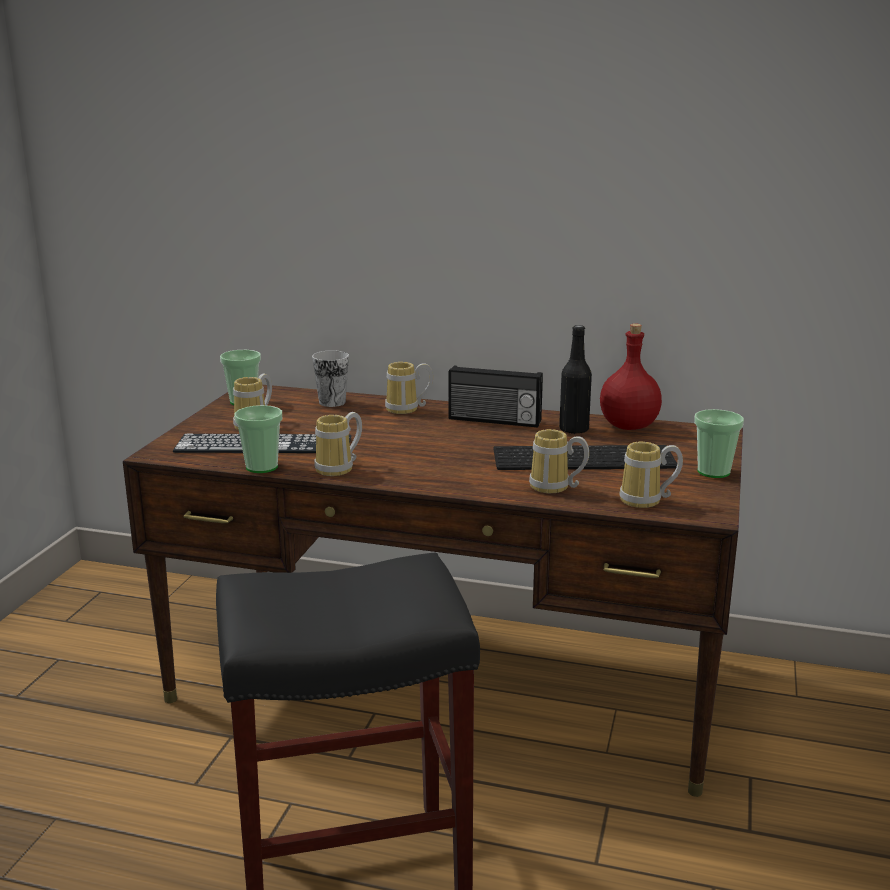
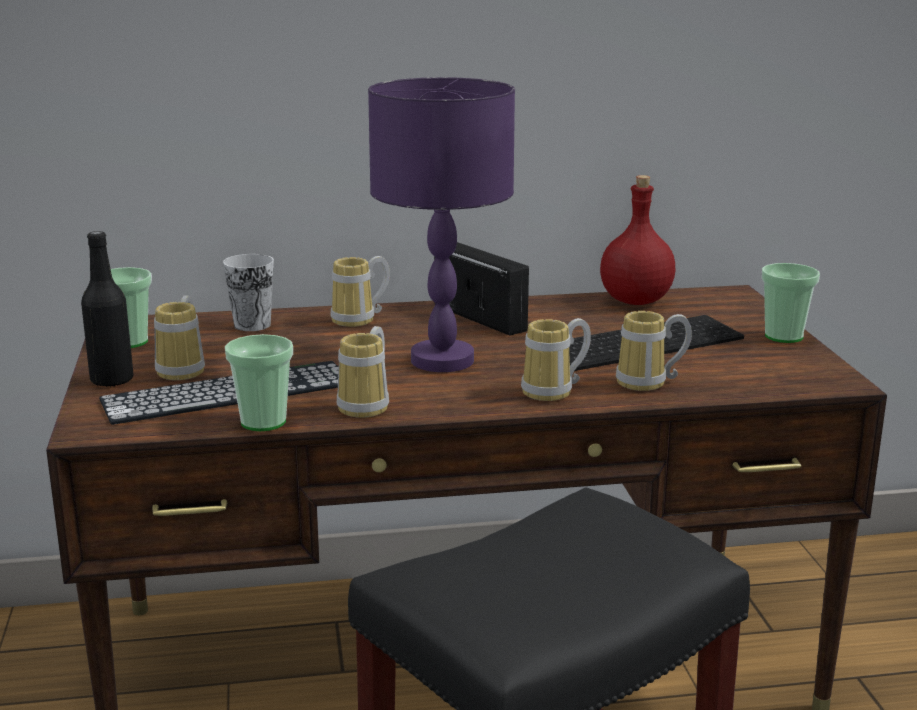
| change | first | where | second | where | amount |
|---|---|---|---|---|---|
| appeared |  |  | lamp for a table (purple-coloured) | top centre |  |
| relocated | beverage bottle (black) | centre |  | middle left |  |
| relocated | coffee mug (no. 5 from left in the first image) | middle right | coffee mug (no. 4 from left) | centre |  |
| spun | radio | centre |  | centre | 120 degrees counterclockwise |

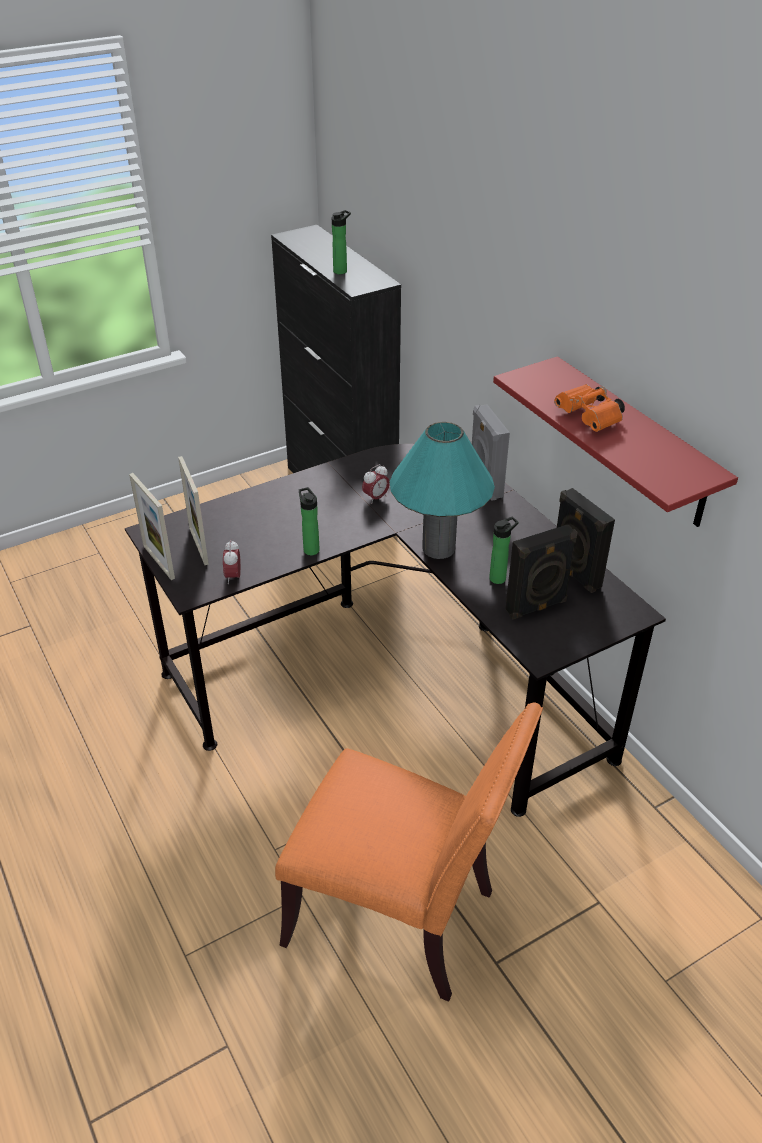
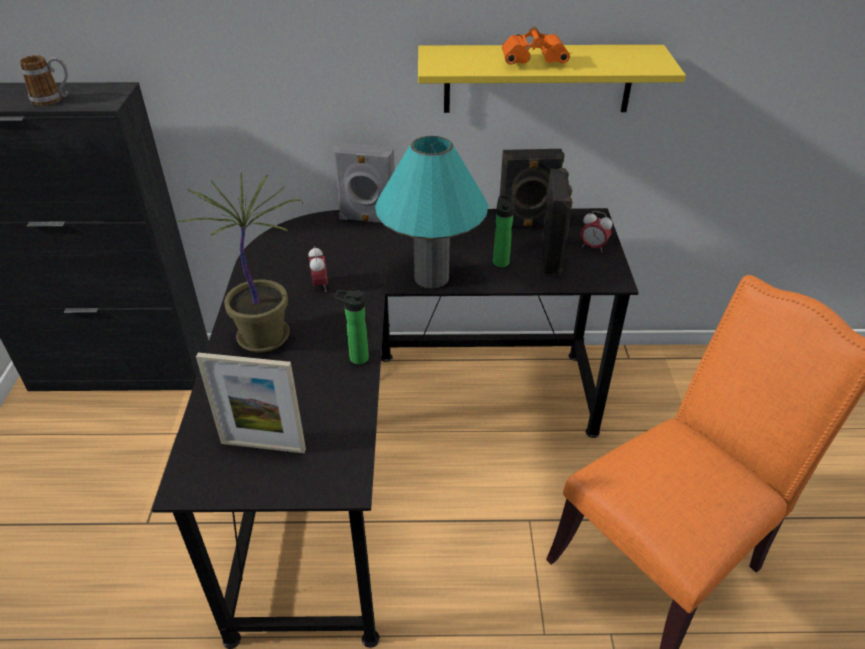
| change | first | where | second | where | amount |
|---|---|---|---|---|---|
| missing | photo frame (no. 1 from left) | middle left |  |  |  |
| appeared |  |  | potted plant | middle left |  |
| relocated | alarm clock (no. 1 from left in the first image) | middle left | alarm clock (no. 2 from left) | middle right |  |
| exchanged | beverage bottle (no. 2 from left) | top centre | coffee mug | top left |  |
| colour | wall shelf (red) | middle right | wall shelf (yellow) | top centre |  |

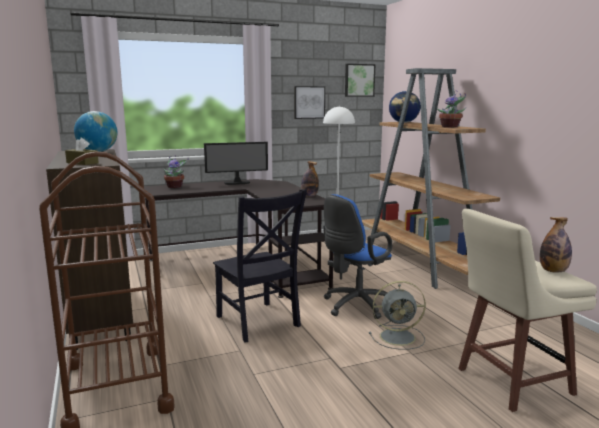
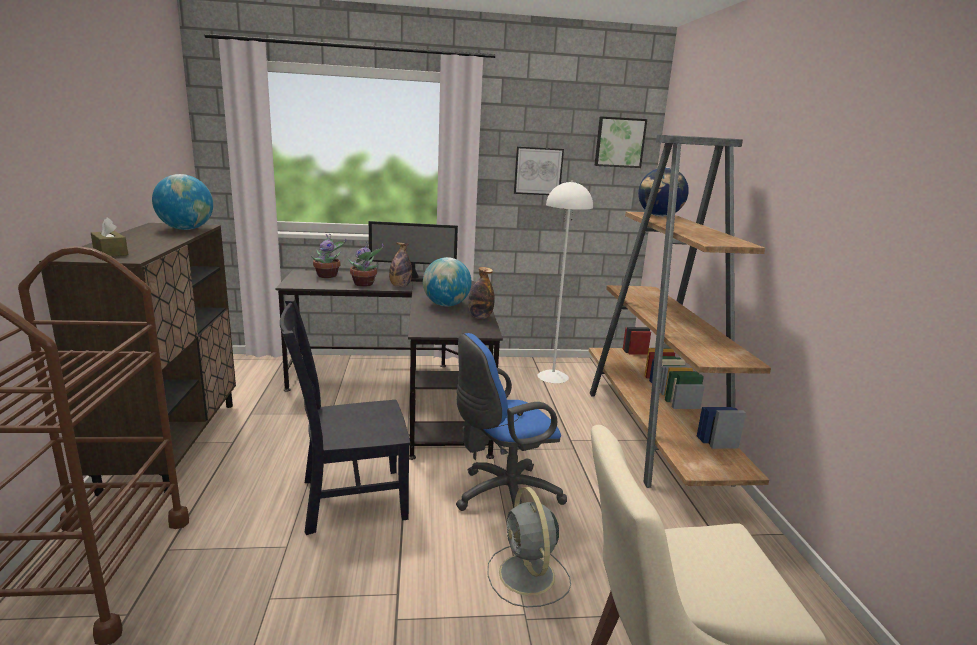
| change | first | where | second | where | amount |
|---|---|---|---|---|---|
| appeared |  |  | globe (no. 2 from left) | centre |  |
| relocated | potted plant (no. 2 from left) | top right |  | centre |  |
| relocated | beverage bottle (no. 2 from left in the first image) | middle right | beverage bottle (no. 1 from left) | centre |  |
| spun | upright chair (black) | centre |  | centre | 90 degrees clockwise |
| spun | cooling fan (greyish) | bottom centre |  | bottom centre | 60 degrees clockwise |

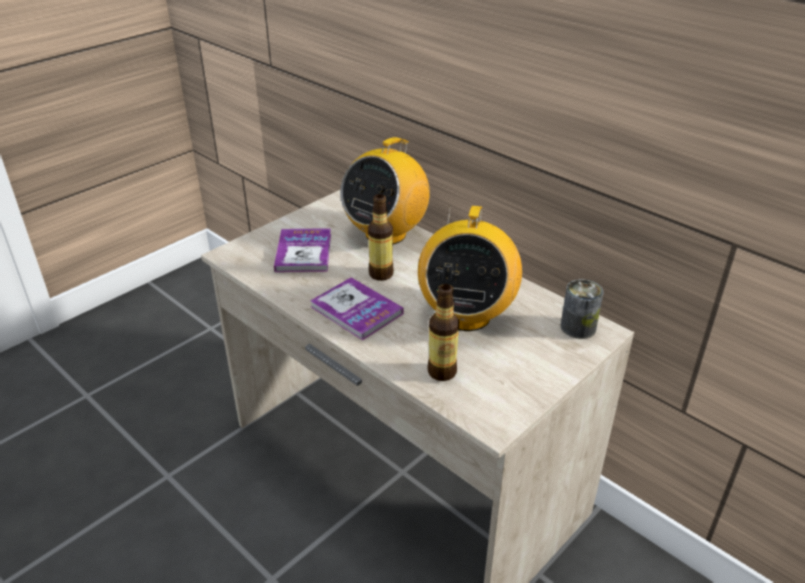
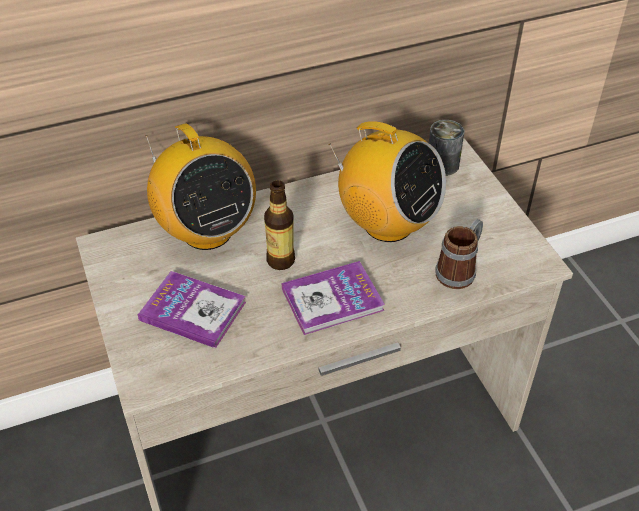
| change | first | where | second | where | amount |
|---|---|---|---|---|---|
| exchanged | beverage bottle (no. 2 from left) | centre | coffee mug | middle right |  |

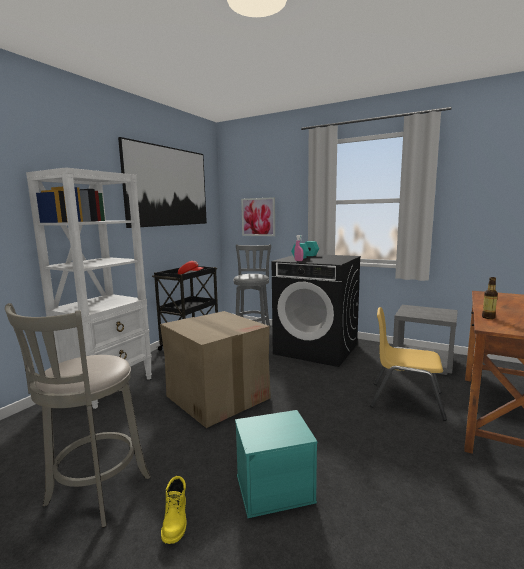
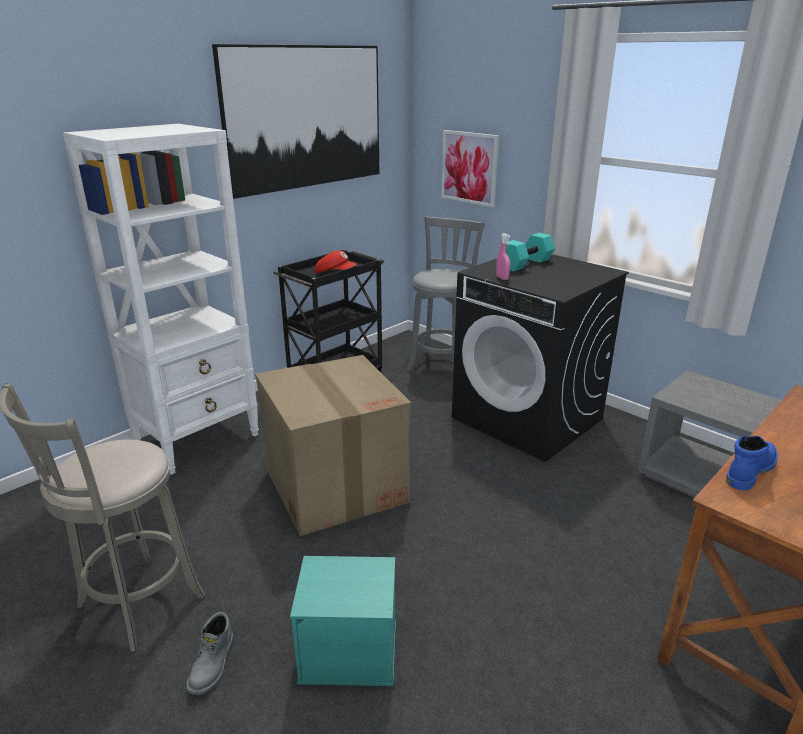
| change | first | where | second | where | amount |
|---|---|---|---|---|---|
| missing | upright chair (yellow) | middle right |  |  |  |
| exchanged | beverage bottle | middle right | boot (bluish) | middle right |  |
| colour | boot (yellow) | bottom left | boot (greyish) | bottom left |  |

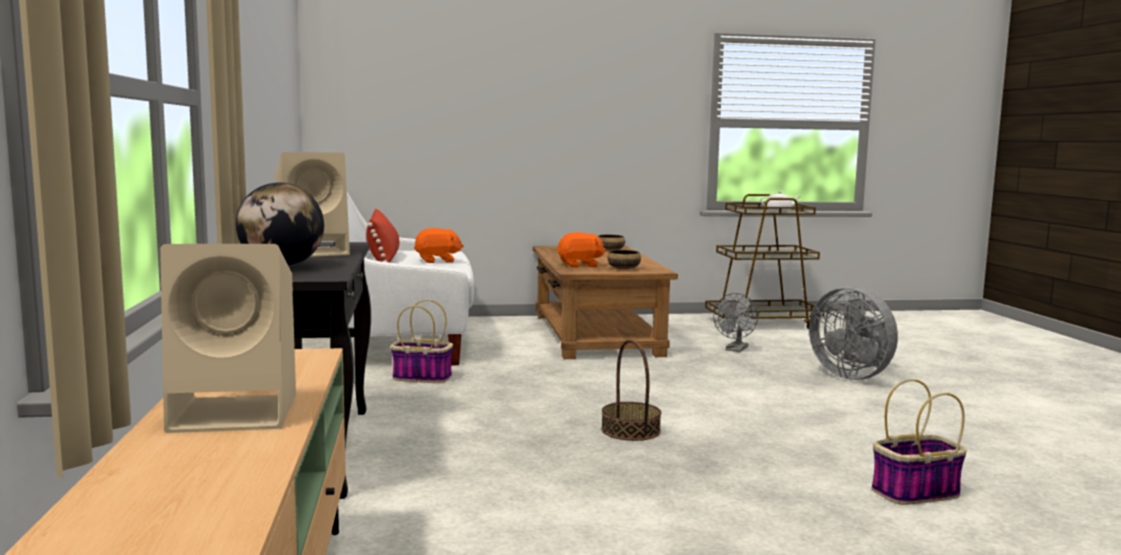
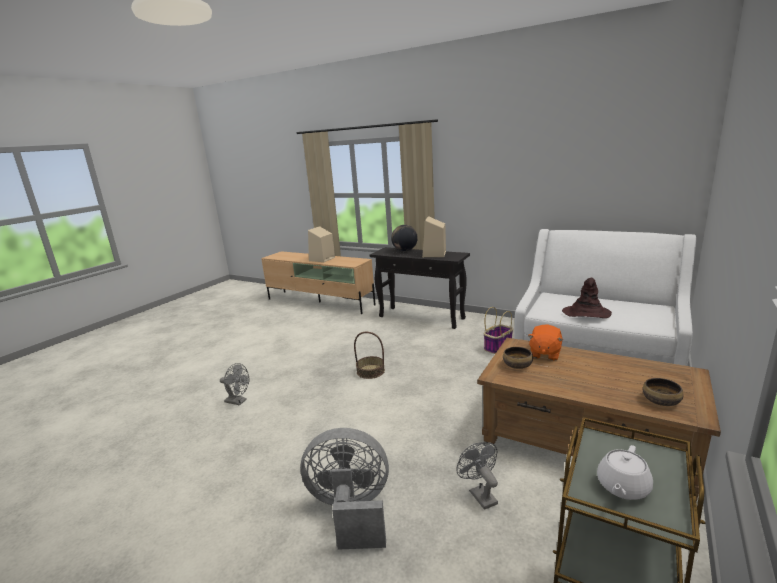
| change | first | where | second | where | amount |
|---|---|---|---|---|---|
| missing | cushion (red) | centre |  |  |  |
| exchanged | plush toy (orange-coloured) (no. 1 from left) | centre | hat (brownish) | middle right |  |
| exchanged | household basket (no. 3 from left) | bottom right | cooling fan (greyish) (no. 1 from left) | middle left |  |

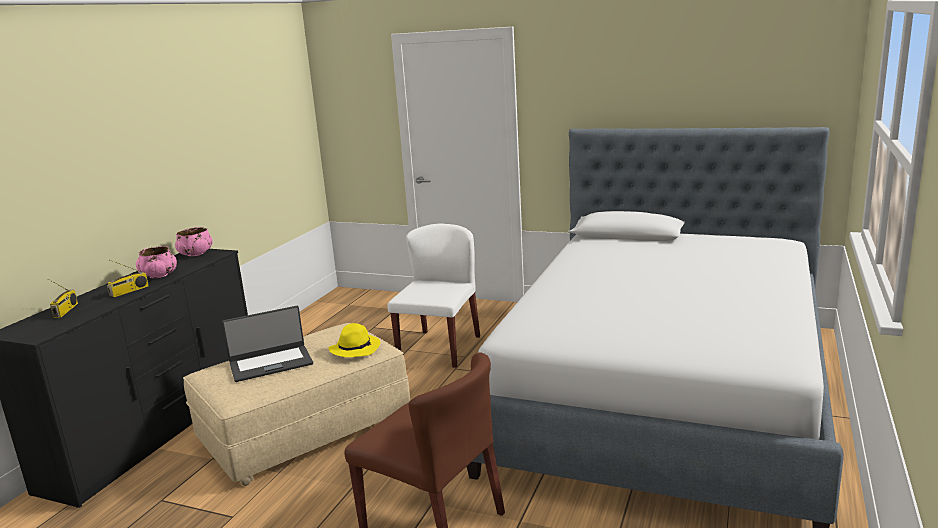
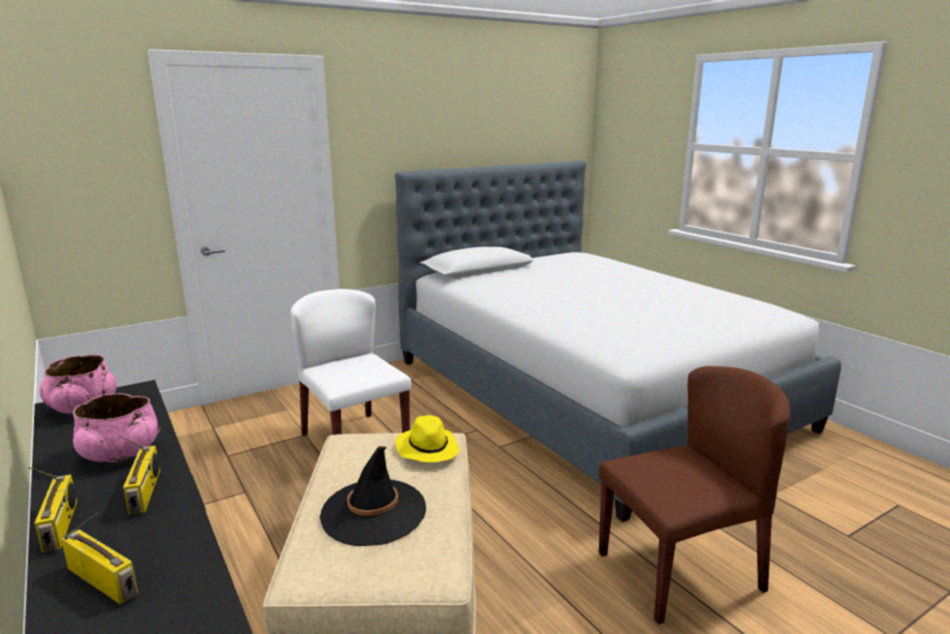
| change | first | where | second | where | amount |
|---|---|---|---|---|---|
| appeared |  |  | radio (no. 1 from left) | bottom left |  |
| exchanged | notebook computer | middle left | hat (black) | bottom centre |  |

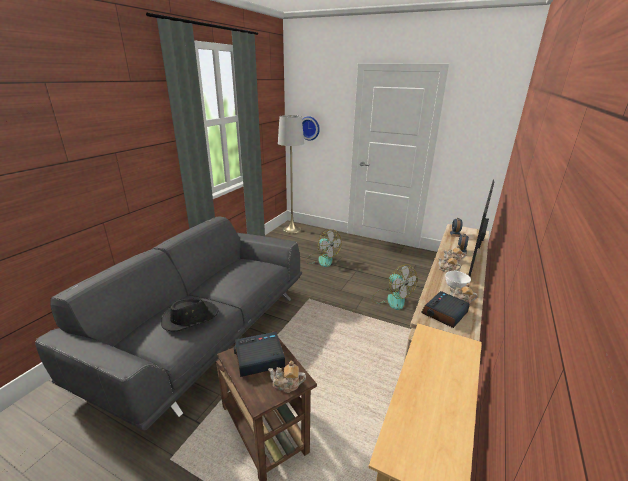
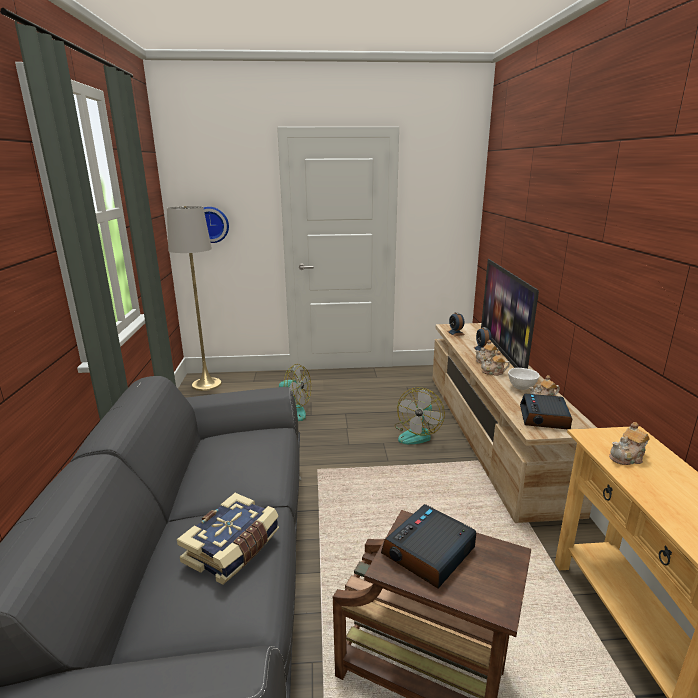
| change | first | where | second | where | amount |
|---|---|---|---|---|---|
| relocated | tea pot (no. 1 from left in the first image) | bottom centre | tea pot (no. 4 from left) | middle right |  |
| exchanged | hat (black) | middle left | volume | bottom left |  |
| spun | cooling fan (no. 2 from left) | centre |  | centre | 90 degrees clockwise |

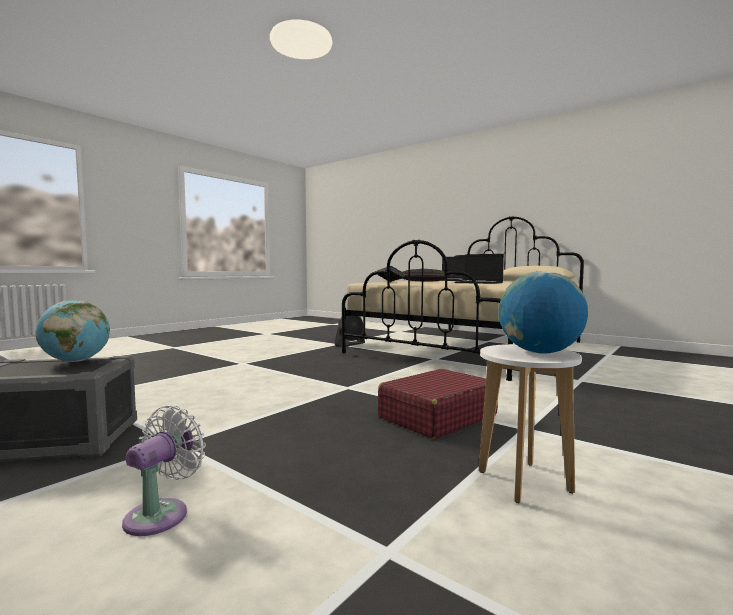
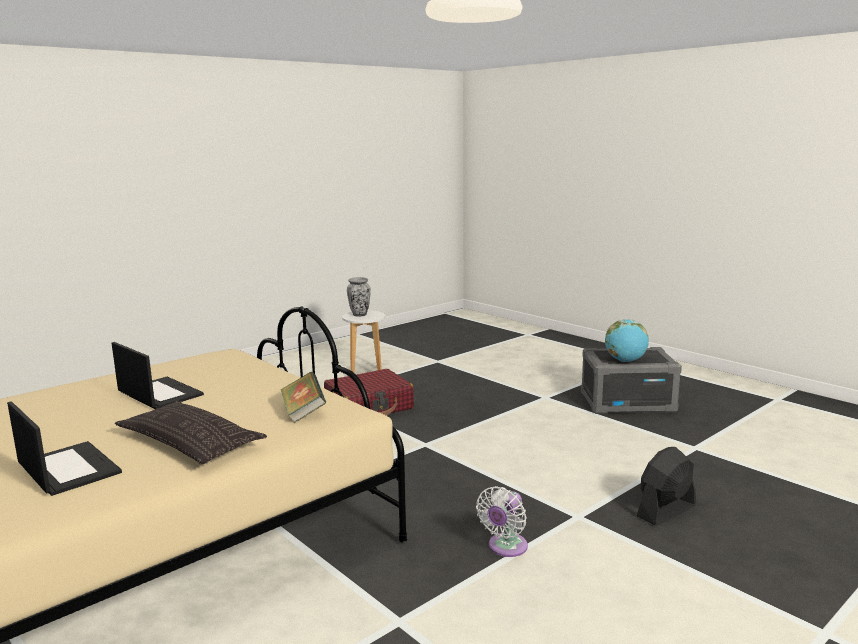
| change | first | where | second | where | amount |
|---|---|---|---|---|---|
| relocated | cooling fan (white-coloured) | bottom left |  | bottom centre |  |
| relocated | cooling fan (black) | centre |  | bottom right |  |
| exchanged | globe (no. 2 from left) | middle right | decorative vase | centre |  |

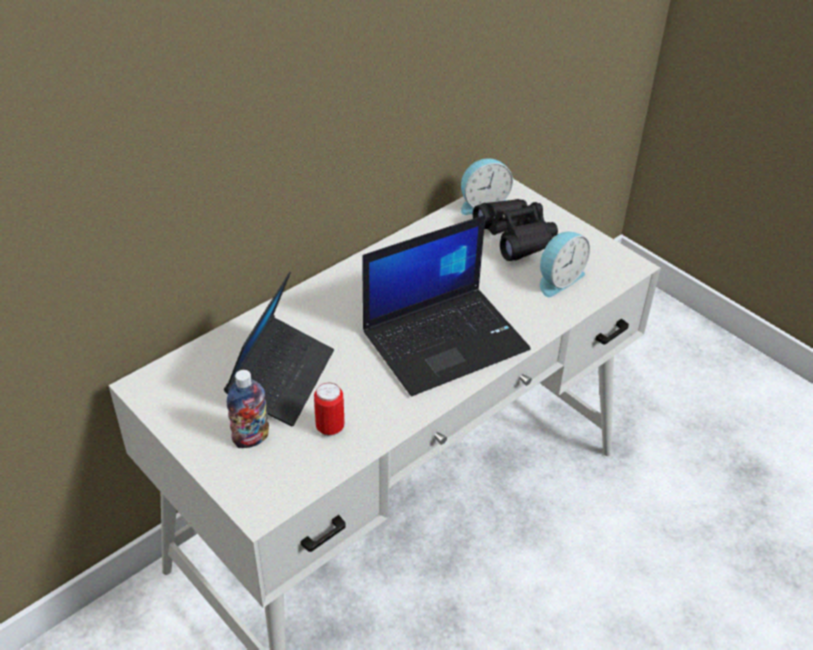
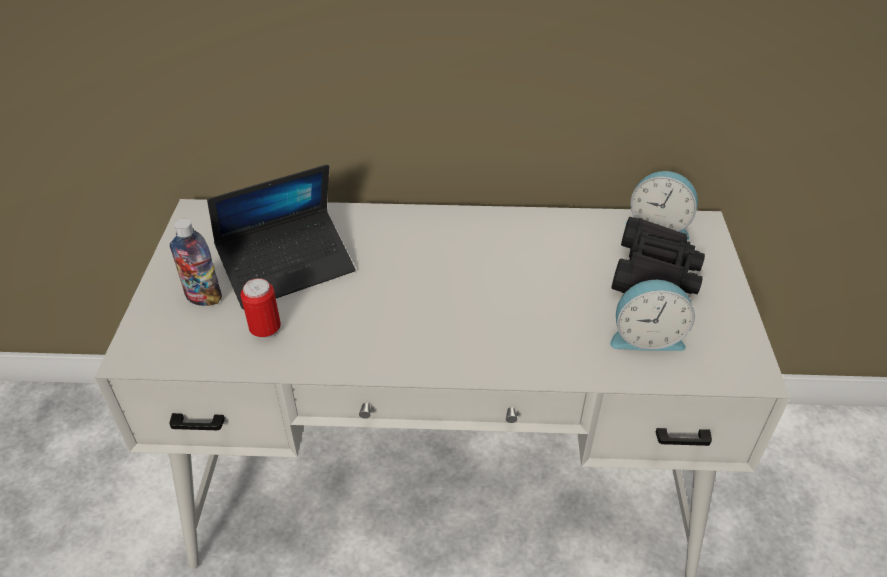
| change | first | where | second | where | amount |
|---|---|---|---|---|---|
| missing | notebook computer (no. 2 from left) | centre |  |  |  |

